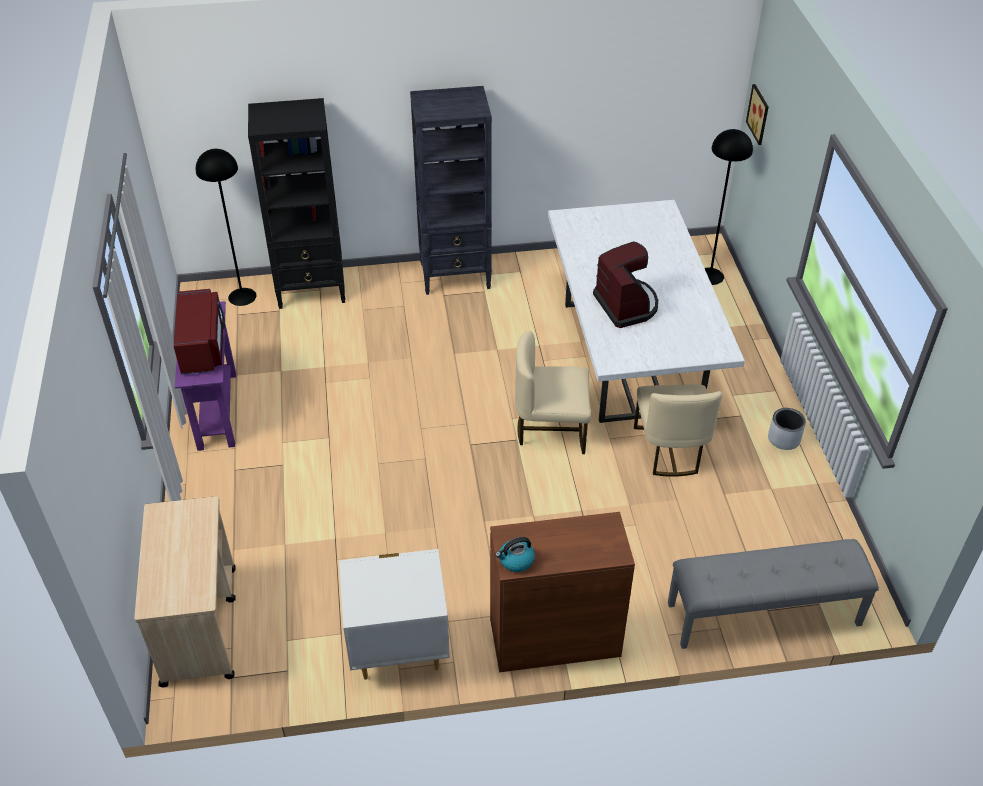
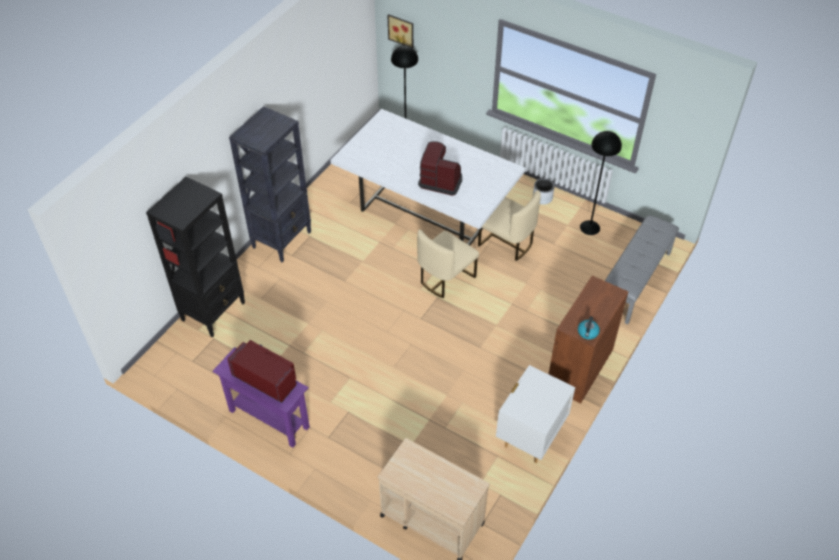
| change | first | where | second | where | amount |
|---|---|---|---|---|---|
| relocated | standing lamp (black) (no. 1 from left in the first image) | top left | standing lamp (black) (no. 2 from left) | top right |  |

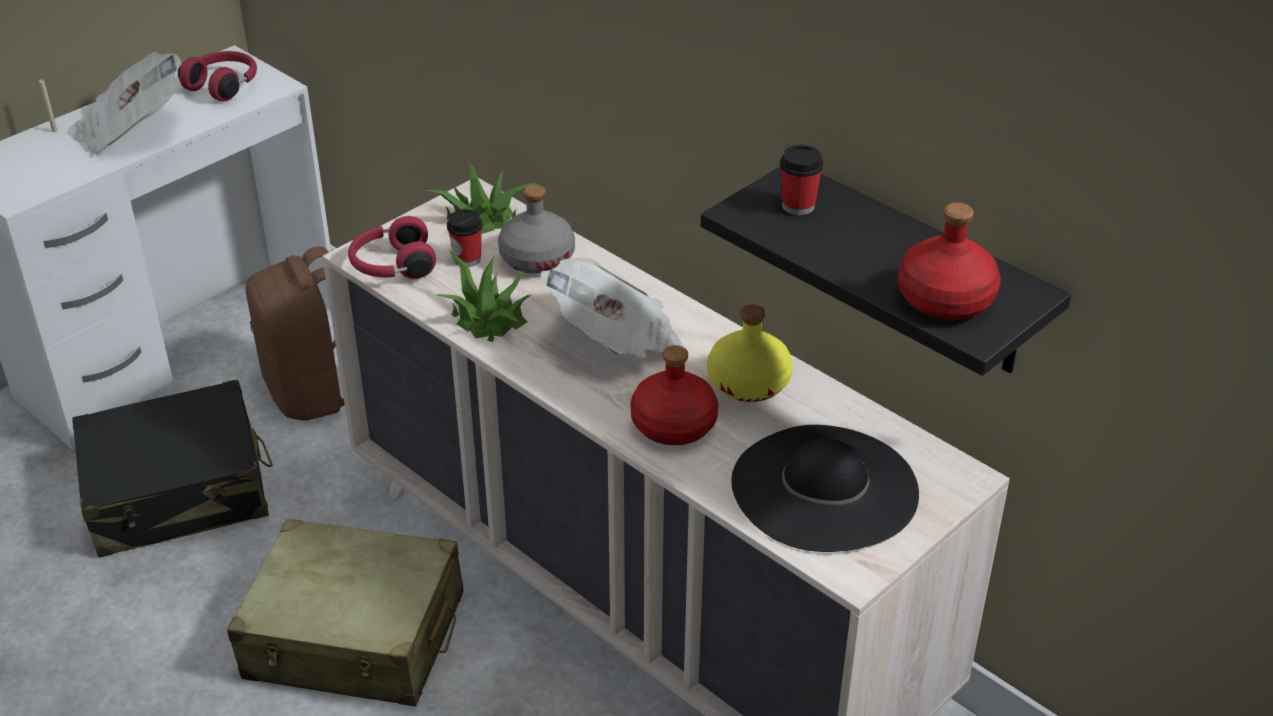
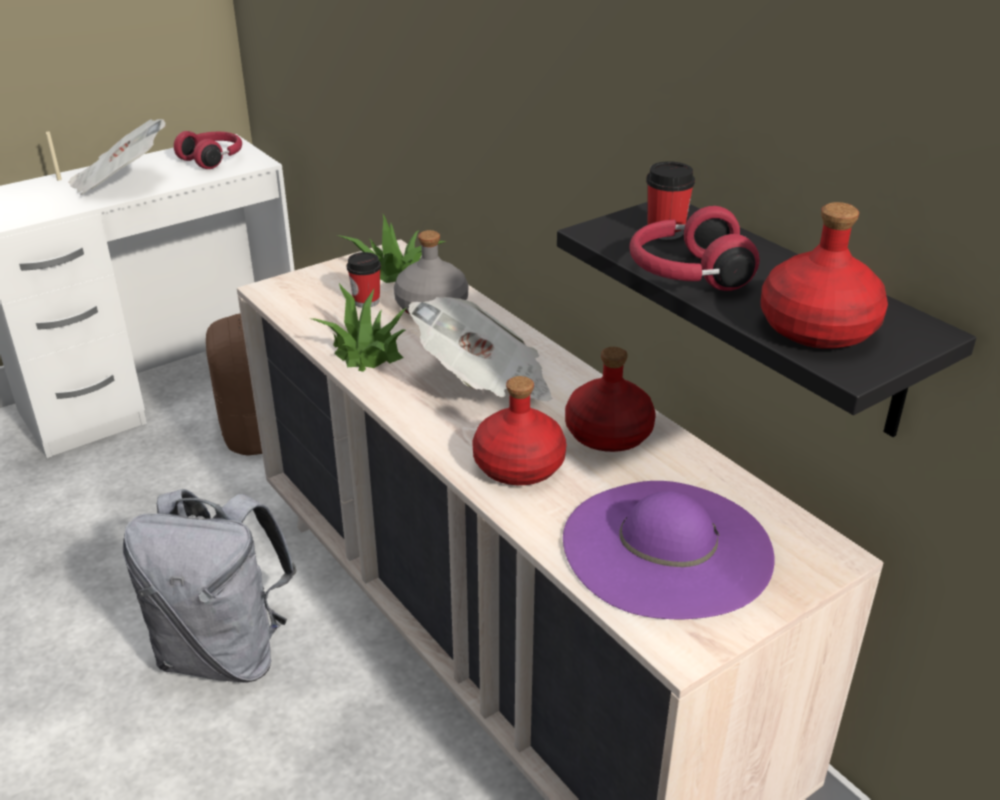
| change | first | where | second | where | amount |
|---|---|---|---|---|---|
| missing | piece of luggage (black) | middle left |  |  |  |
| relocated | pair of headphones (red) (no. 2 from left) | middle left |  | top right |  |
| exchanged | piece of luggage (beige) | bottom left | knapsack (greyish) | bottom left |  |
| colour | beverage bottle (yellow) | centre | beverage bottle (red) (no. 2 from left) | centre |  |
| colour | hat (black) | bottom centre | hat (purple-coloured) | bottom right |  |

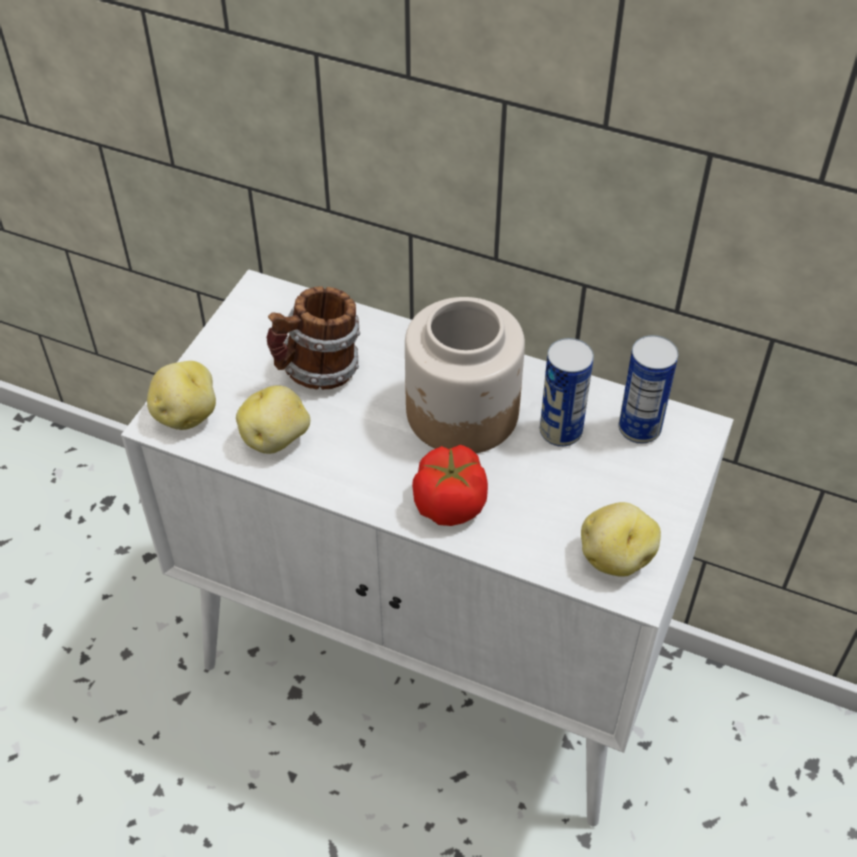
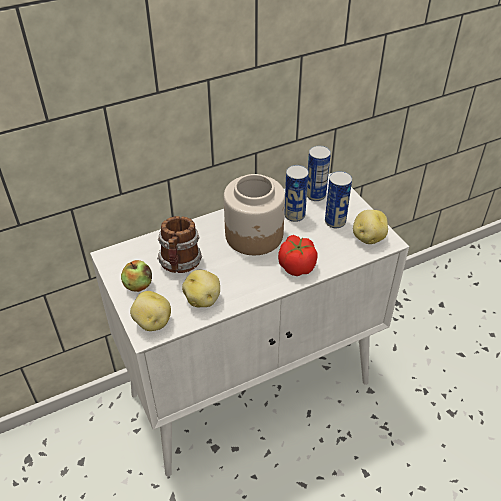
| change | first | where | second | where | amount |
|---|---|---|---|---|---|
| appeared |  |  | whole apple | middle left |  |
| appeared |  |  | sealed can (no. 3 from left) | middle right |  |

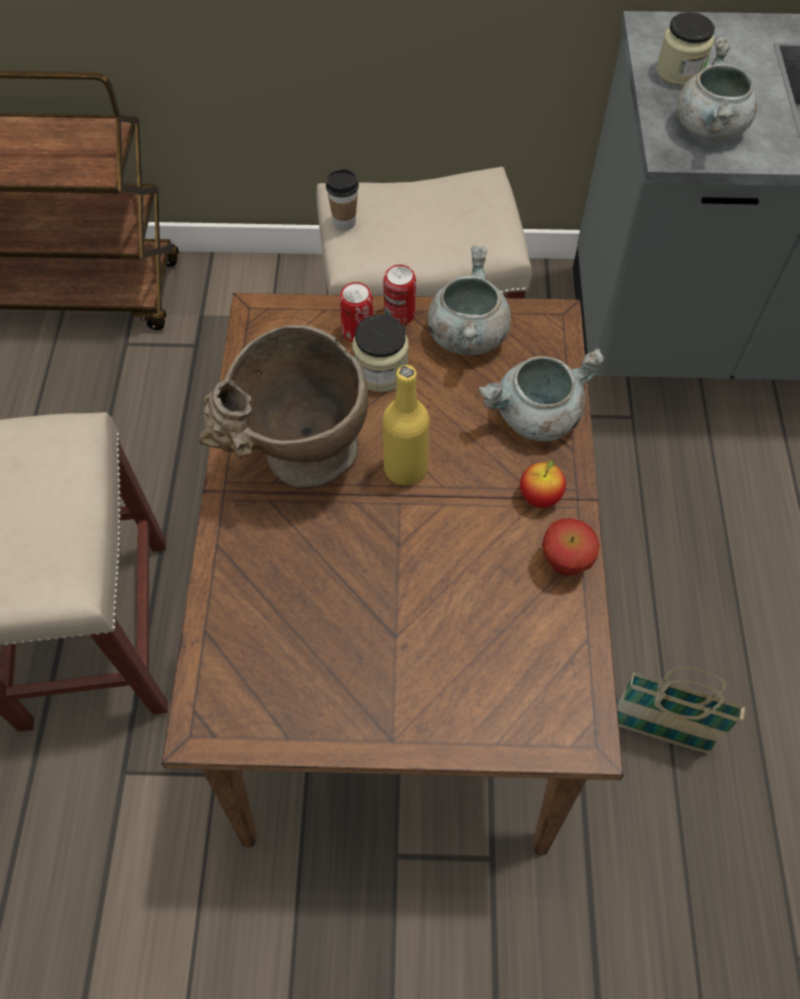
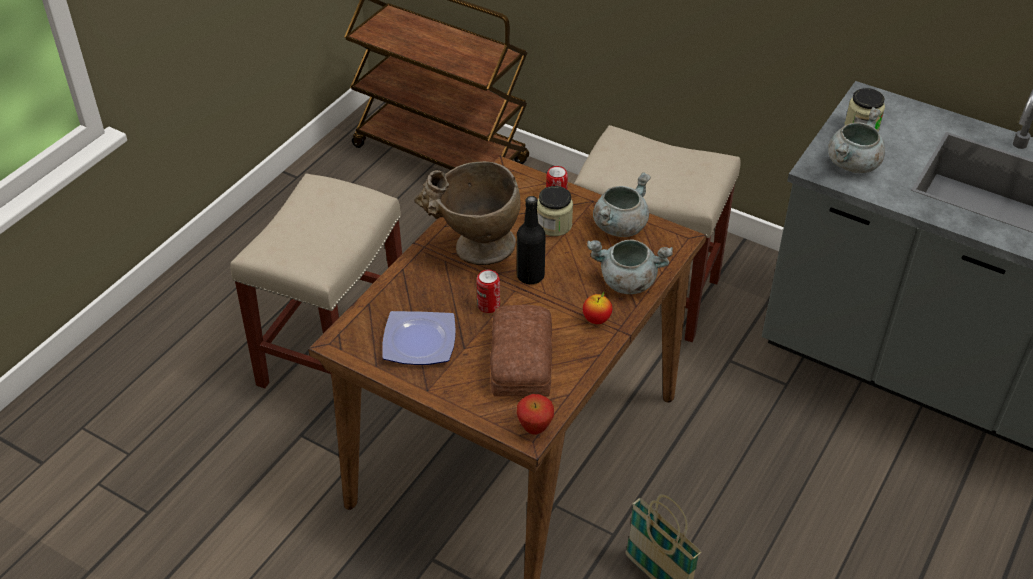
| change | first | where | second | where | amount |
|---|---|---|---|---|---|
| missing | drinking cup | top centre |  |  |  |
| appeared |  |  | flat dish | centre |  |
| appeared |  |  | bread | centre |  |
| relocated | sealed can (no. 2 from left in the first image) | top centre | sealed can (no. 1 from left) | centre |  |
| relocated | whole apple (no. 2 from left in the first image) | middle right | whole apple (no. 1 from left) | bottom centre |  |
| colour | beverage bottle (yellow) | centre | beverage bottle (black) | centre |  |

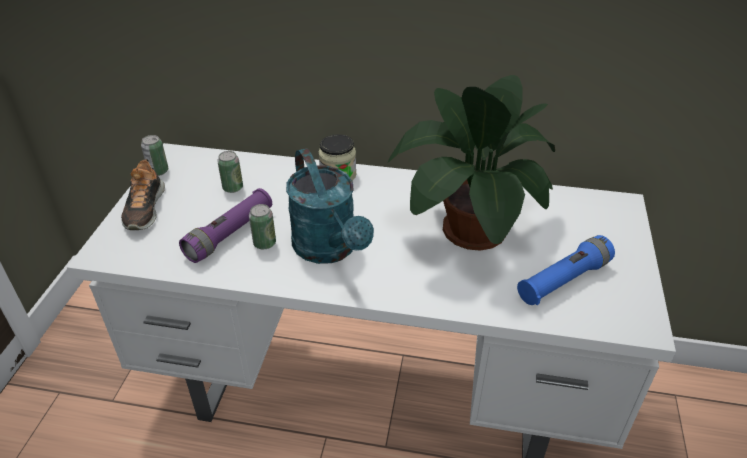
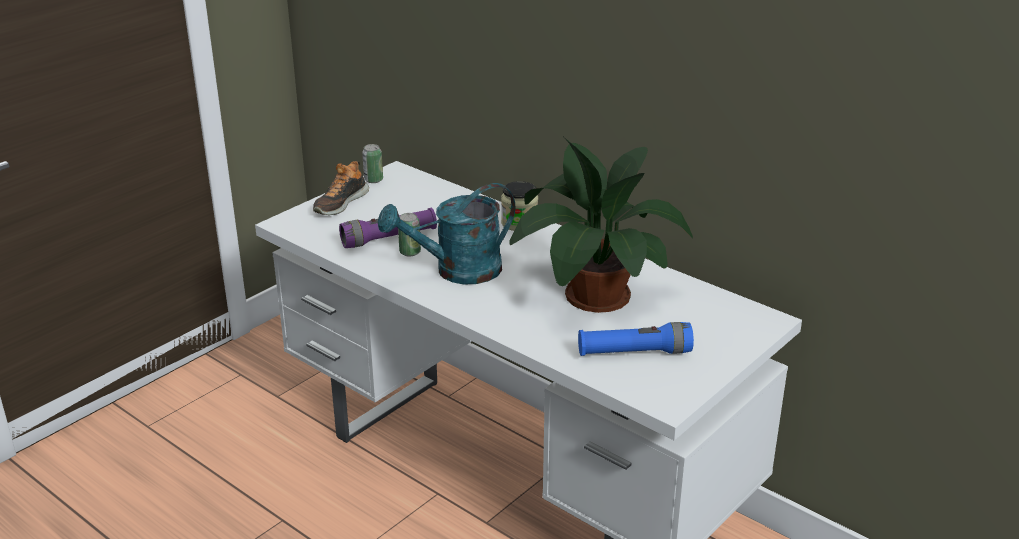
| change | first | where | second | where | amount |
|---|---|---|---|---|---|
| missing | sealed can (no. 2 from left) | middle left |  |  |  |
| spun | watering pot (blue-green) | centre |  | centre | 60 degrees clockwise |

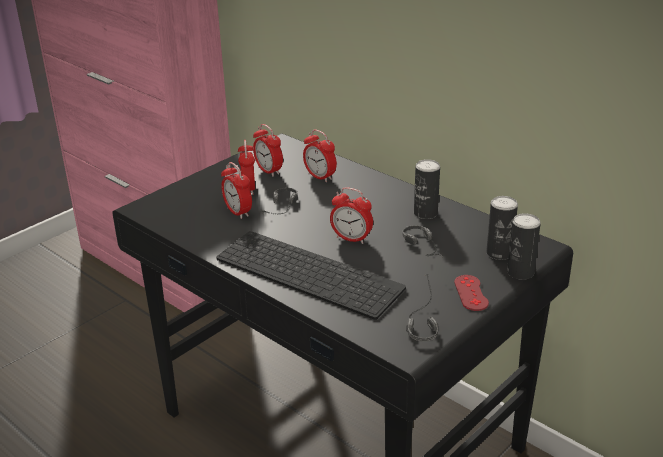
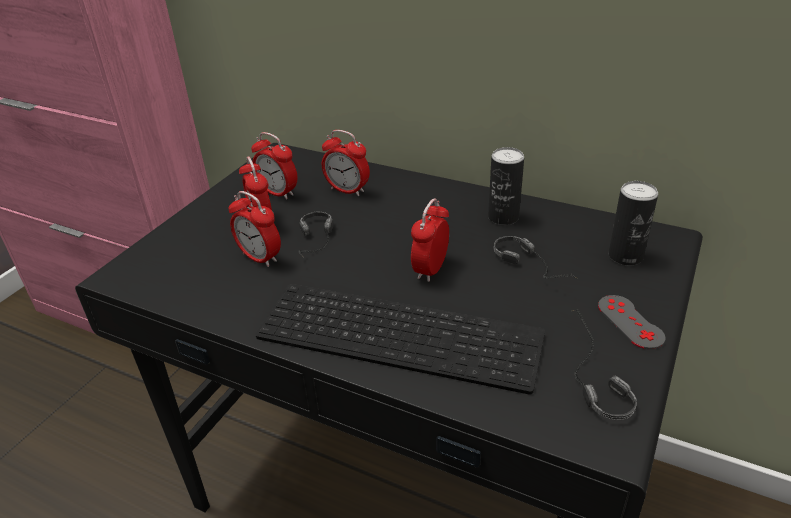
| change | first | where | second | where | amount |
|---|---|---|---|---|---|
| missing | sealed can (no. 3 from left) | middle right |  |  |  |
| colour | game controller (red) | middle right | game controller (greyish) | middle right |  |
| spun | alarm clock (no. 5 from left) | centre |  | centre | 105 degrees clockwise |

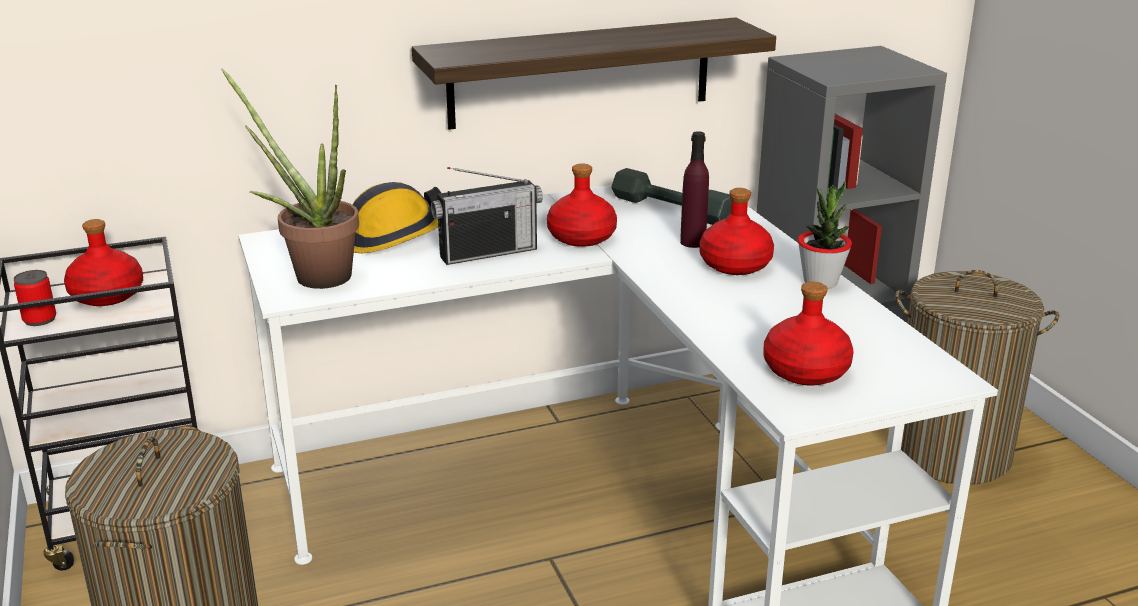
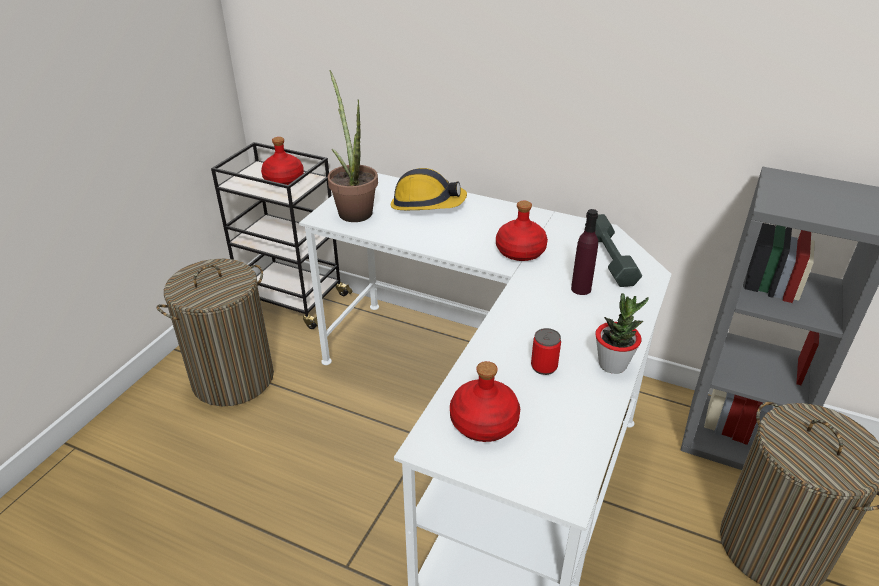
| change | first | where | second | where | amount |
|---|---|---|---|---|---|
| missing | wall shelf | top centre |  |  |  |
| missing | radio | centre |  |  |  |
| missing | beverage bottle (red) (no. 3 from left) | centre |  |  |  |
| relocated | sealed can | middle left |  | centre |  |

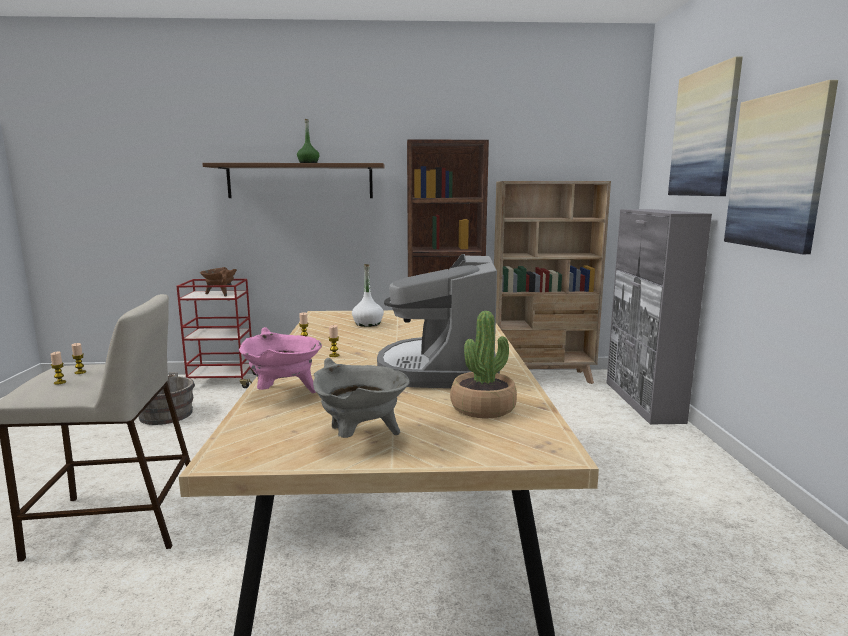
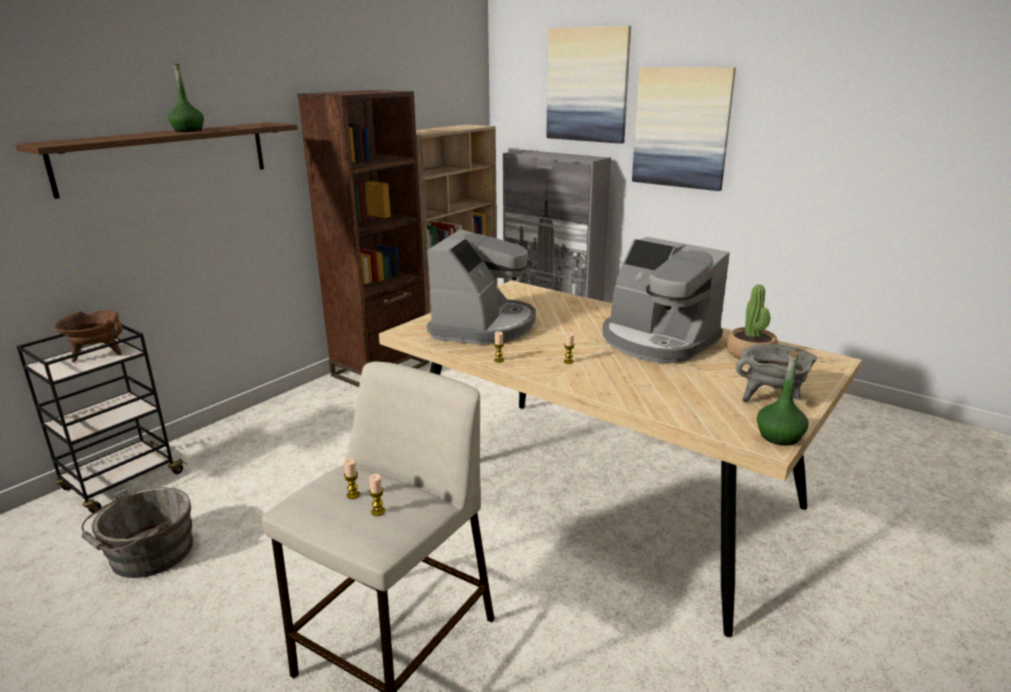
| change | first | where | second | where | amount |
|---|---|---|---|---|---|
| missing | stockpot (pink) | middle left |  |  |  |
| appeared |  |  | beverage bottle (greenish) (no. 2 from left) | middle right |  |
| exchanged | beverage bottle (white-coloured) | centre | coffee maker (no. 1 from left) | centre |  |
| colour | trolley (red) | middle left | trolley (black) | middle left |  |

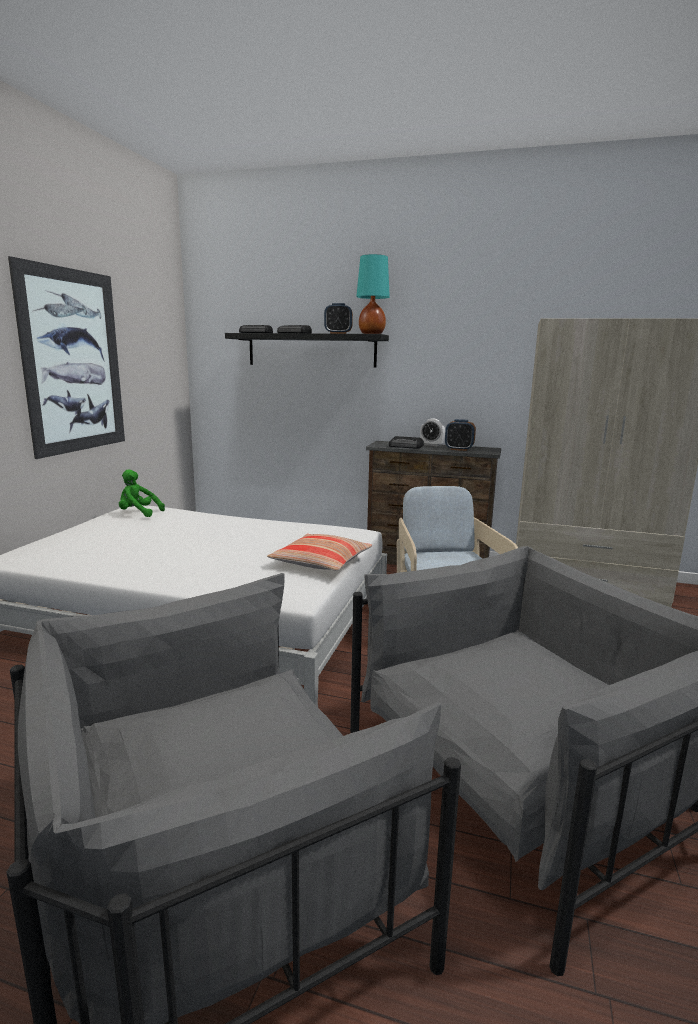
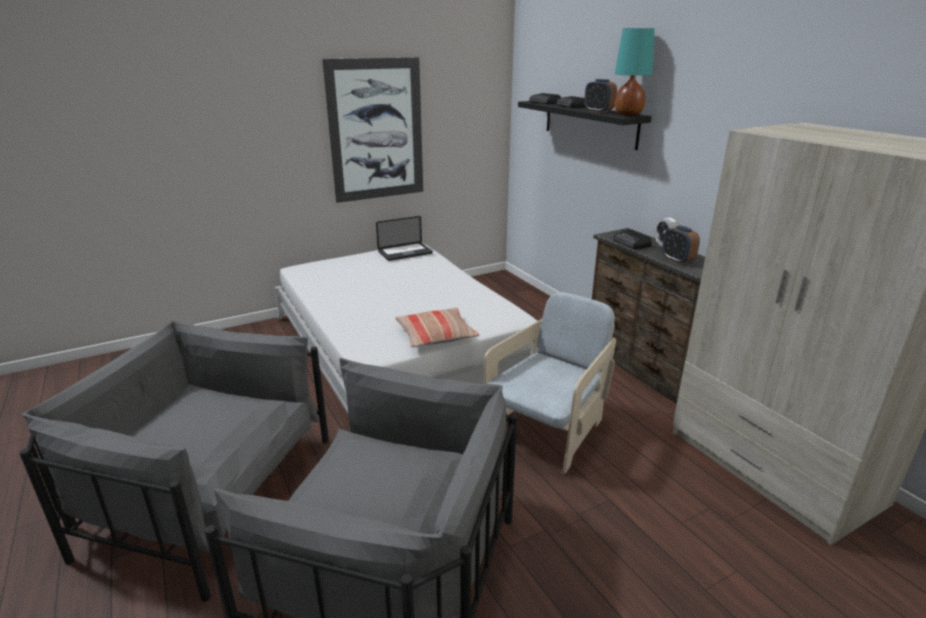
| change | first | where | second | where | amount |
|---|---|---|---|---|---|
| exchanged | plush toy (greenish) | middle left | notebook computer | centre |  |

